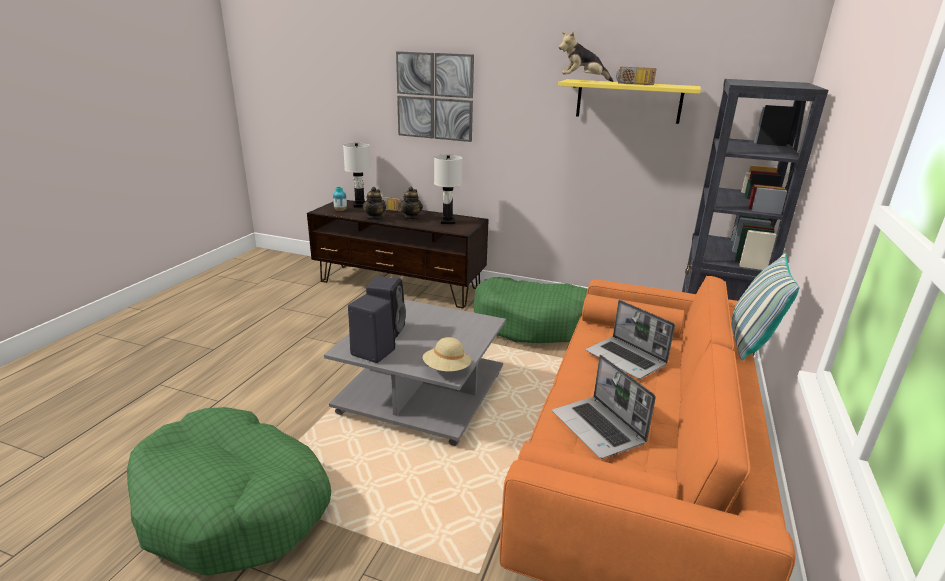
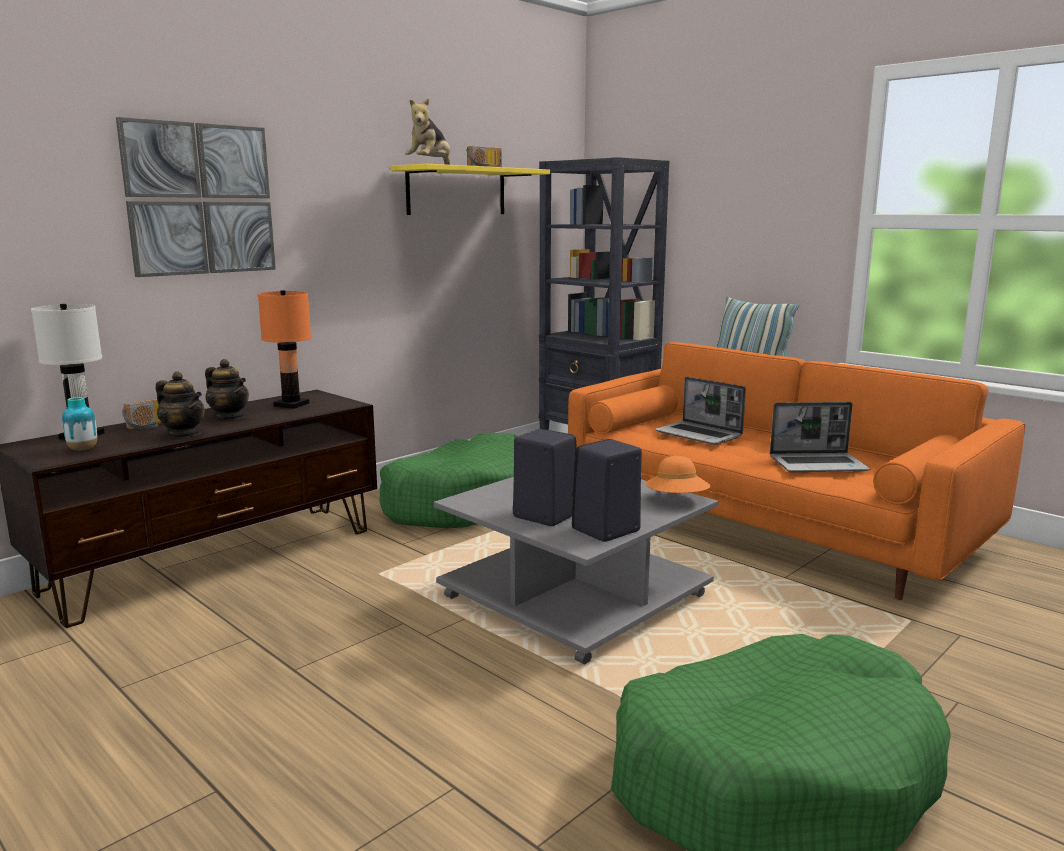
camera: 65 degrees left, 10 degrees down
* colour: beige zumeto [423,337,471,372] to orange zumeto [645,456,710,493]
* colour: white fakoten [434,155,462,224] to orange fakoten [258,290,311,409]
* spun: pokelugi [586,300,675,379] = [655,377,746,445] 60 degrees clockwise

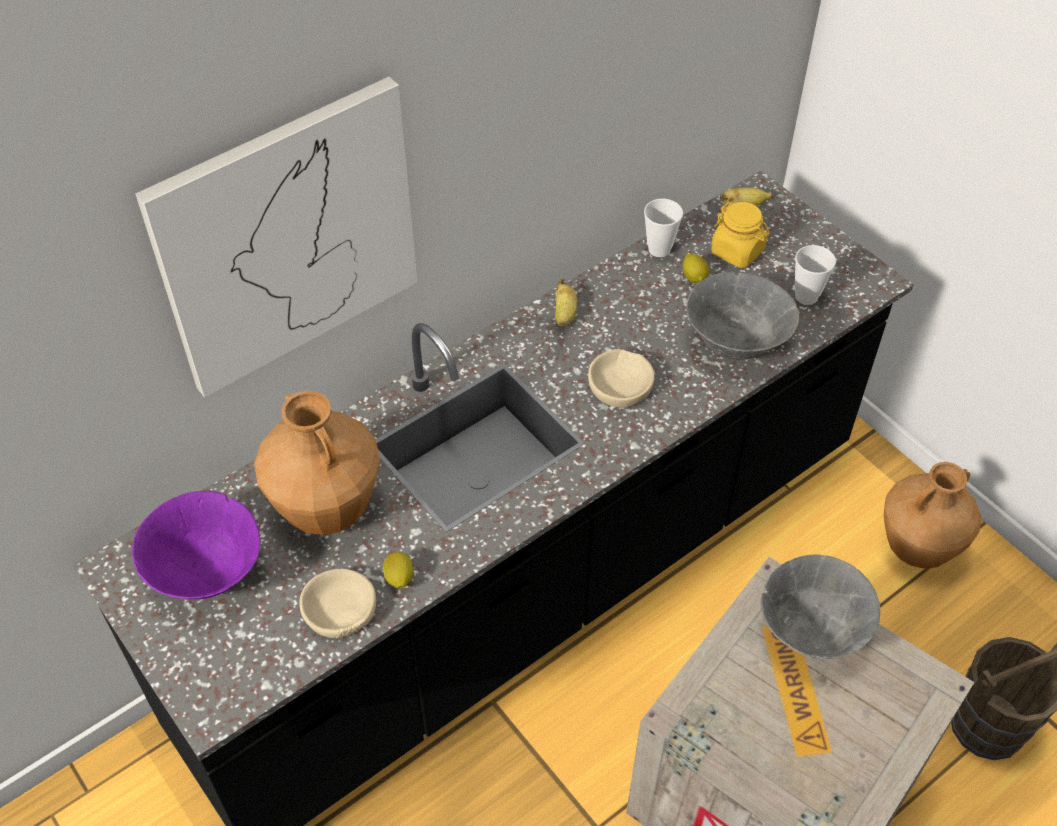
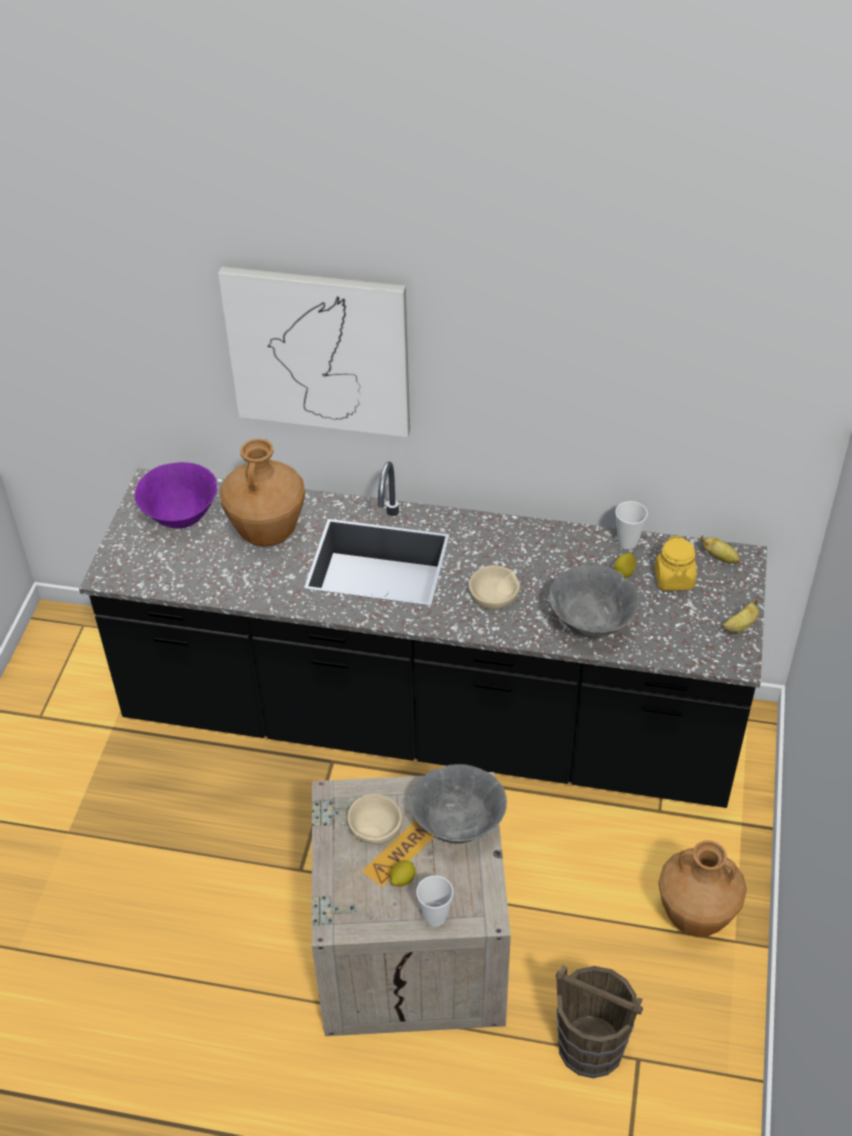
camera: 50 degrees right, 5 degrees down
* relocated: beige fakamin [299,569,376,638] to [347,794,402,845]
* relocated: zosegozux [383,552,413,589] to [390,860,416,887]
* relocated: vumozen [555,278,577,327] to [722,599,759,633]
* relocated: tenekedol [795,245,836,305] to [416,875,454,927]

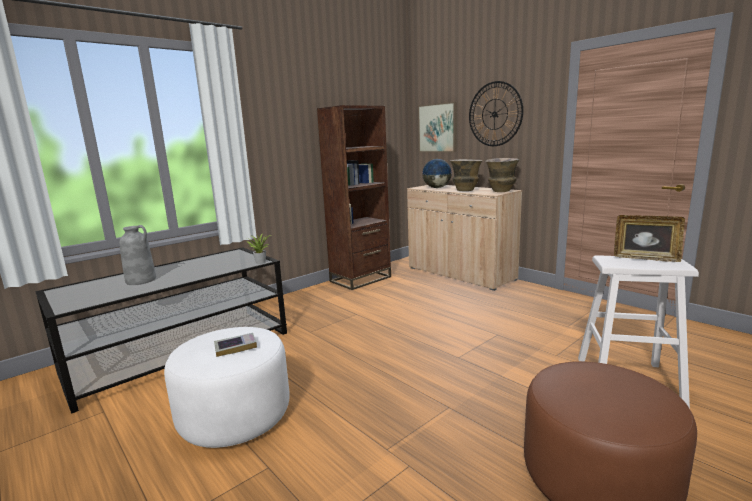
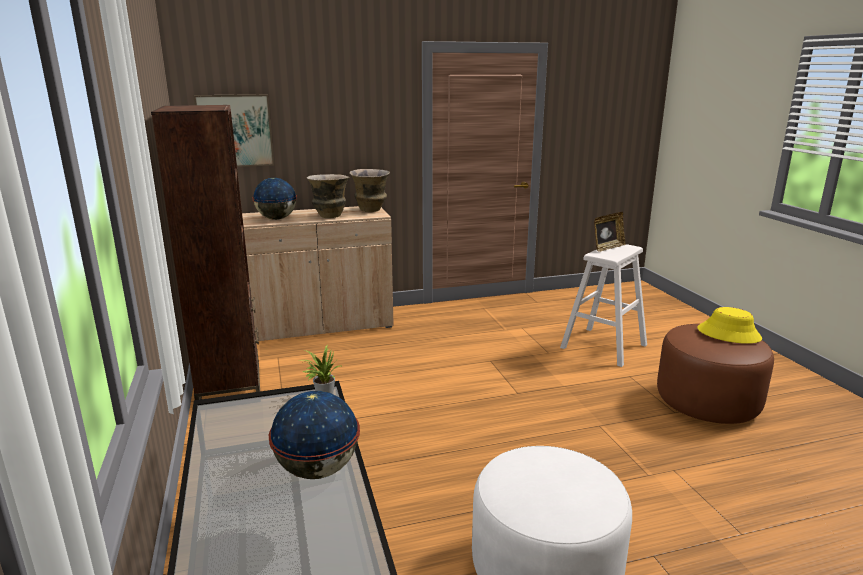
camera: 65 degrees left, 5 degrees up
* missing: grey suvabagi [119,225,156,285]
* missing: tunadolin [214,333,257,357]
* missing: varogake [469,81,523,146]
* appeared: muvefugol [269,391,360,479]
* appeared: yellow zumeto [697,307,762,344]

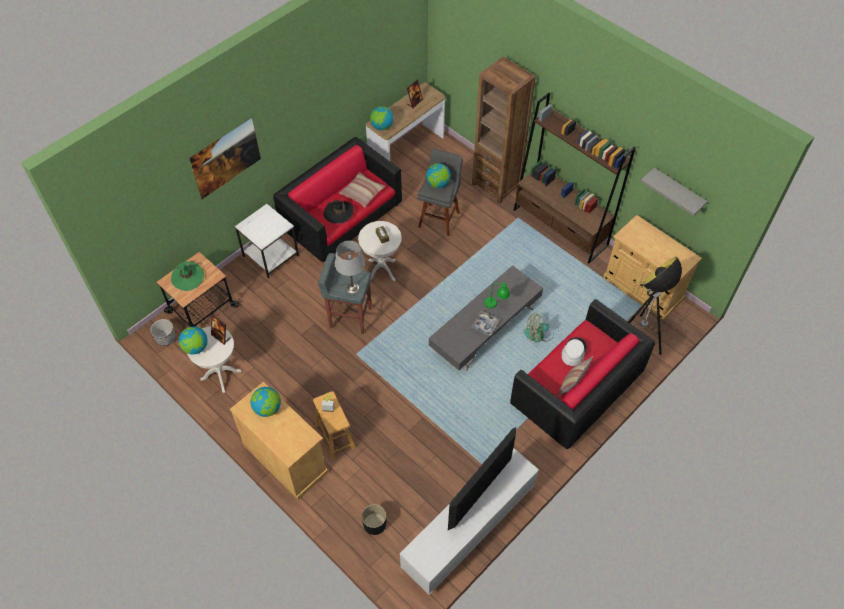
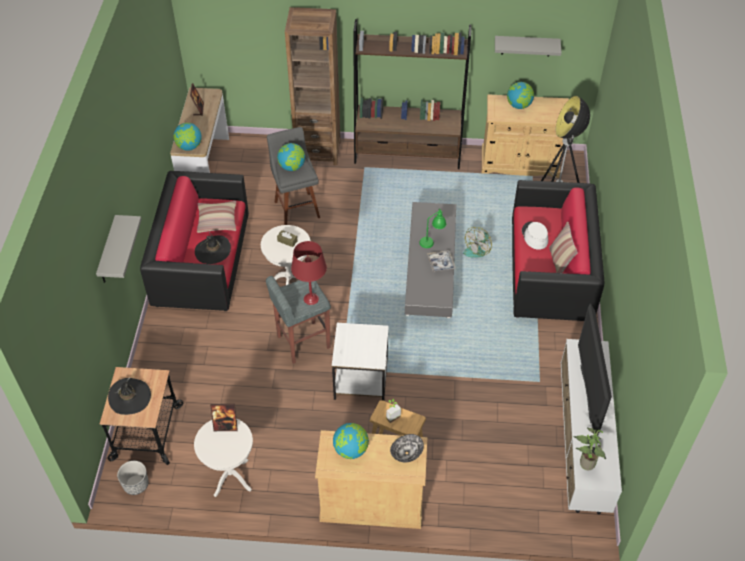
camera: 40 degrees left, 5 degrees down
* colour: green zumeto [171,261,204,291] to black zumeto [108,378,151,415]
* relocated: muvefugol [179,327,208,354] to [507,82,534,109]
* exchanged: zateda [189,118,261,199] to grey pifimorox [96,215,142,283]
* relocated: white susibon [235,204,299,278] to [332,323,389,401]
* colour: grey fakoten [335,241,365,294] to red fakoten [291,241,327,305]
* missing: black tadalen [362,504,386,535]
* appeared: fakamin [390,434,424,462]
* appeared: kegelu [574,428,606,470]

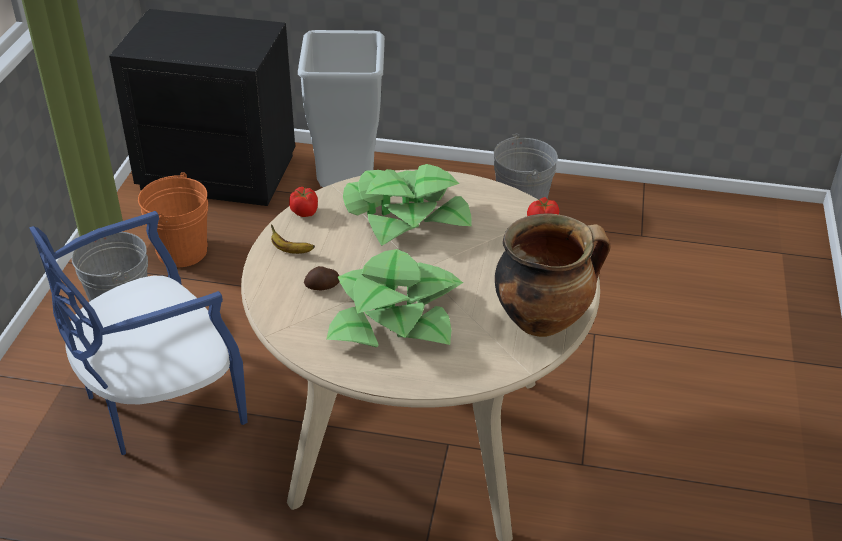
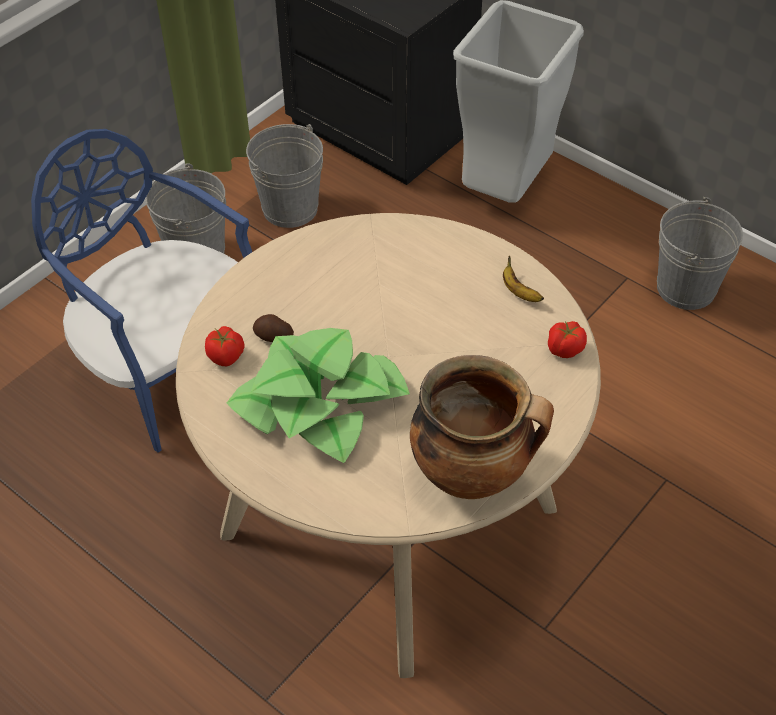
camera: 30 degrees right, 10 degrees up
* spun: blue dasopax [29,211,248,455] = [31,129,252,453] 45 degrees clockwise
* colour: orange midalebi [138,172,208,267] to grey midalebi [246,124,323,228]
* relocated: vumozen [271,224,315,254] to [503,255,544,302]
* relocated: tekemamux [289,187,318,217] to [205,326,245,366]
* missing: kegelu [343,164,472,246]

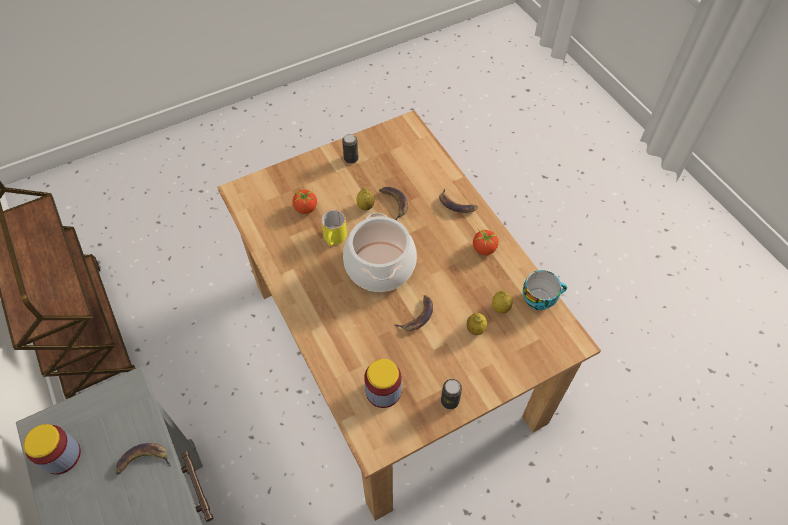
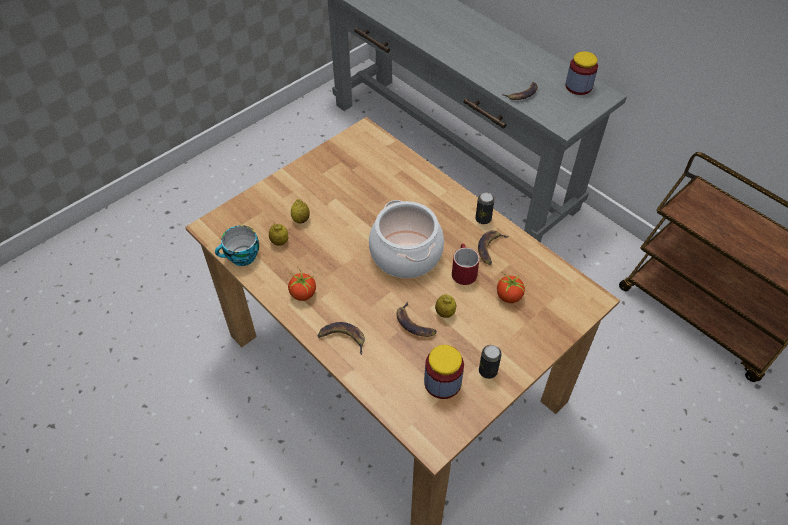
camera: 165 degrees right, 5 degrees down
* colour: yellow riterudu [321,210,347,246] to red riterudu [452,244,480,285]
* relocated: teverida [364,359,402,408] to [424,345,464,399]
* relocated: vumozen [394,295,433,331] to [478,230,509,265]
* relocated: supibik [441,379,462,409] to [475,193,495,224]

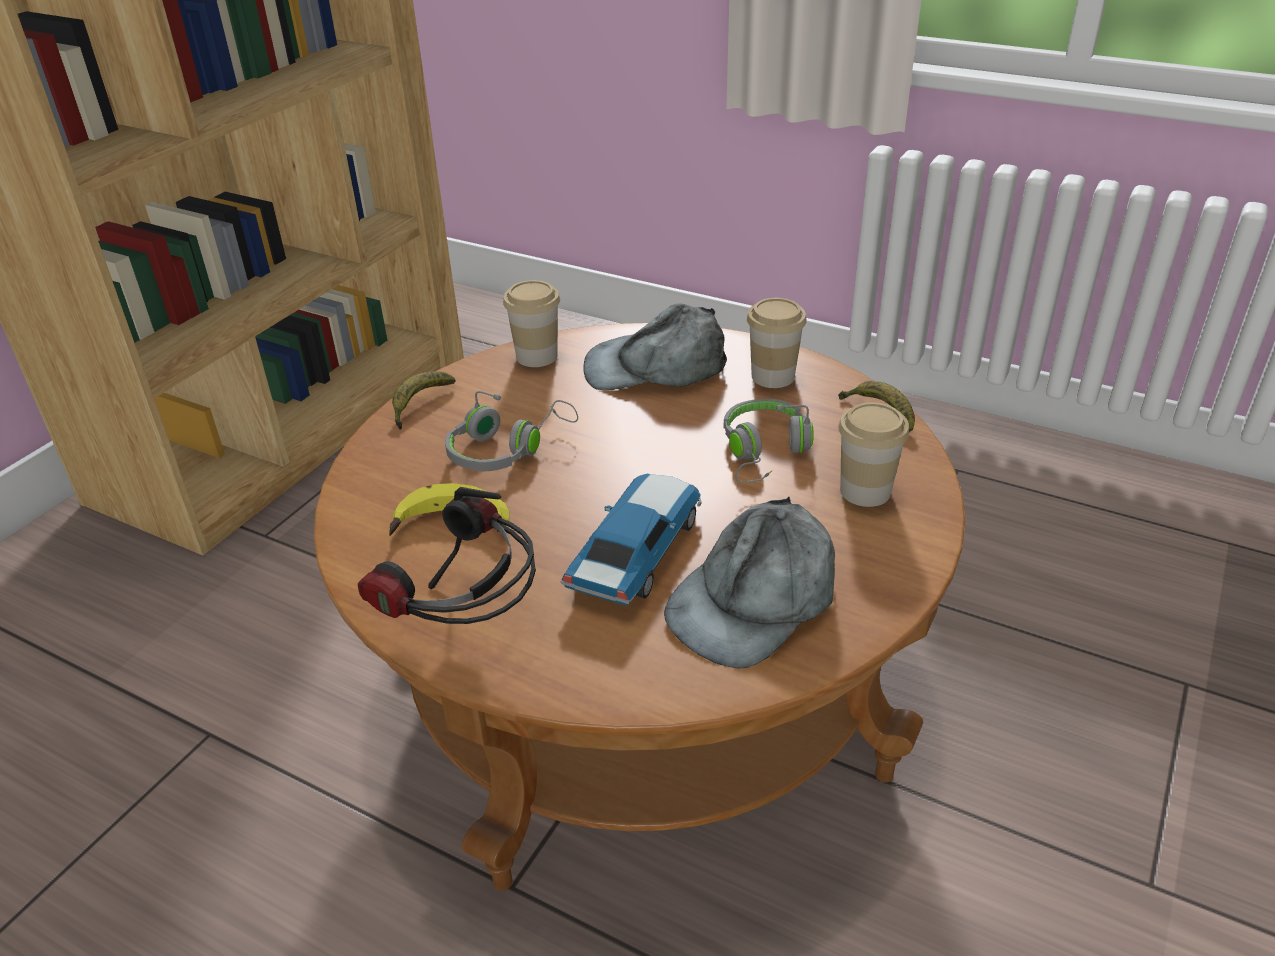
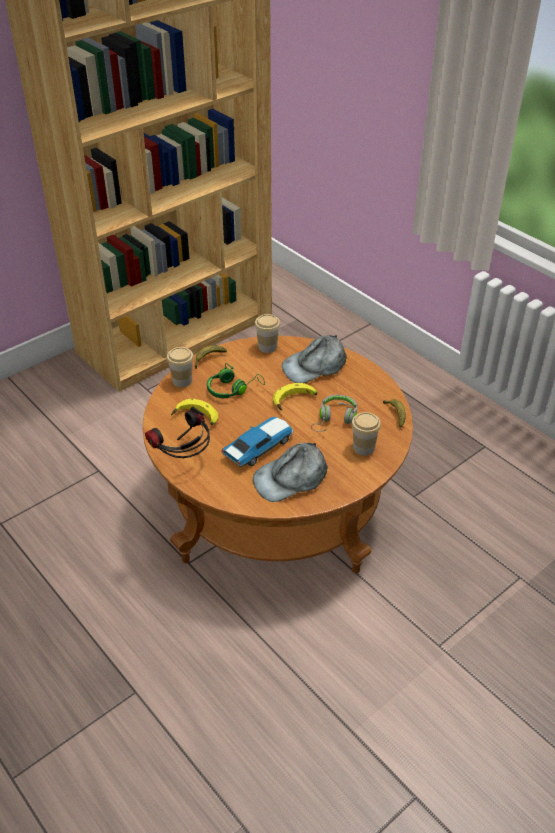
camera: 20 degrees right, 5 degrees up
* colour: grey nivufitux [445,391,578,471] to green nivufitux [207,363,265,398]
* spun: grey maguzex [584,303,727,390] = [282,335,347,383] 45 degrees counterclockwise
* relocated: tenekedol [747,298,807,388] to [167,347,194,387]
* appeared: vumozen [273,383,317,411]

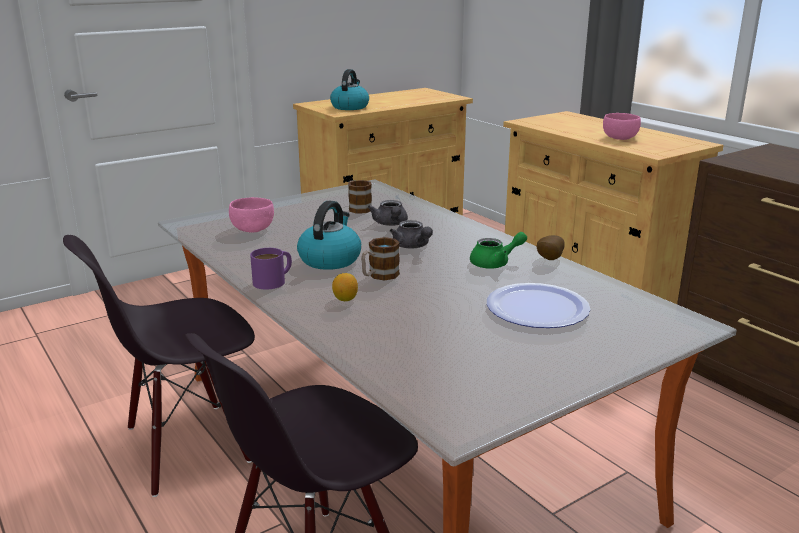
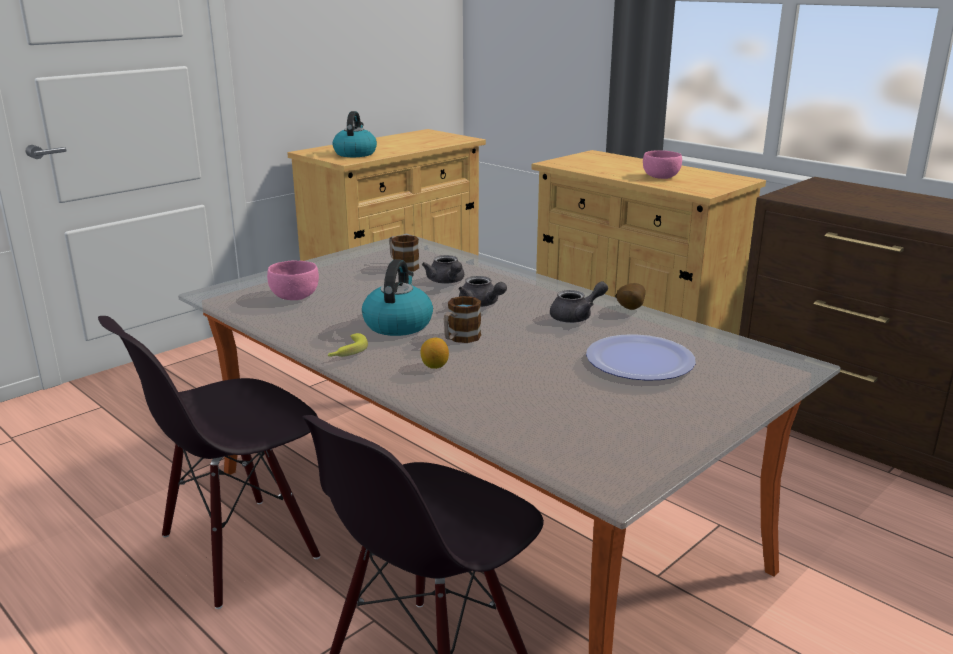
camera: 10 degrees left, 0 degrees up
* exchanged: purple riterudu [250,248,292,290] to vumozen [328,333,368,357]
* colour: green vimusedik [470,232,527,269] to grey vimusedik [550,281,608,323]

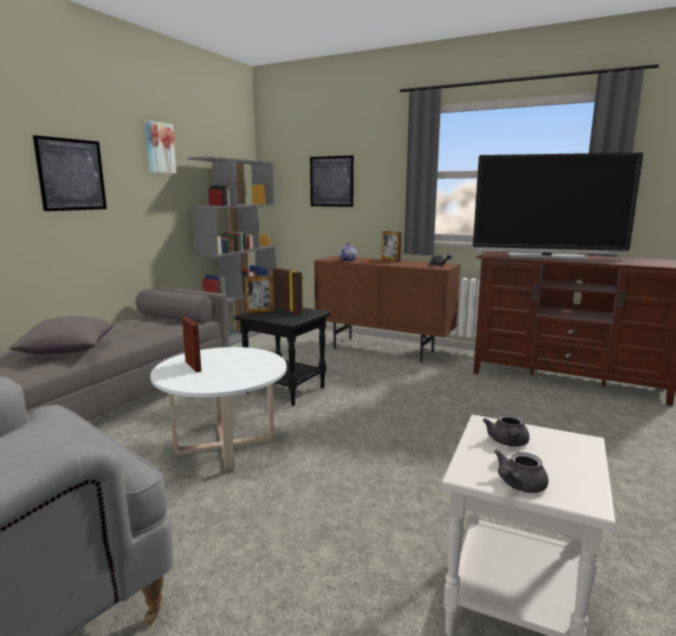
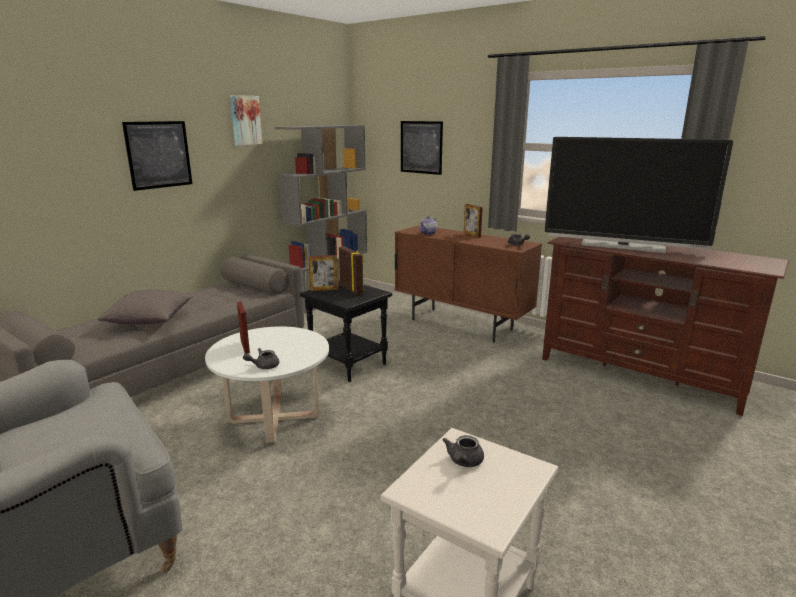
camera: 10 degrees right, 5 degrees up
* relocated: grey vimusedik [494,449,548,493] to [243,348,279,369]

